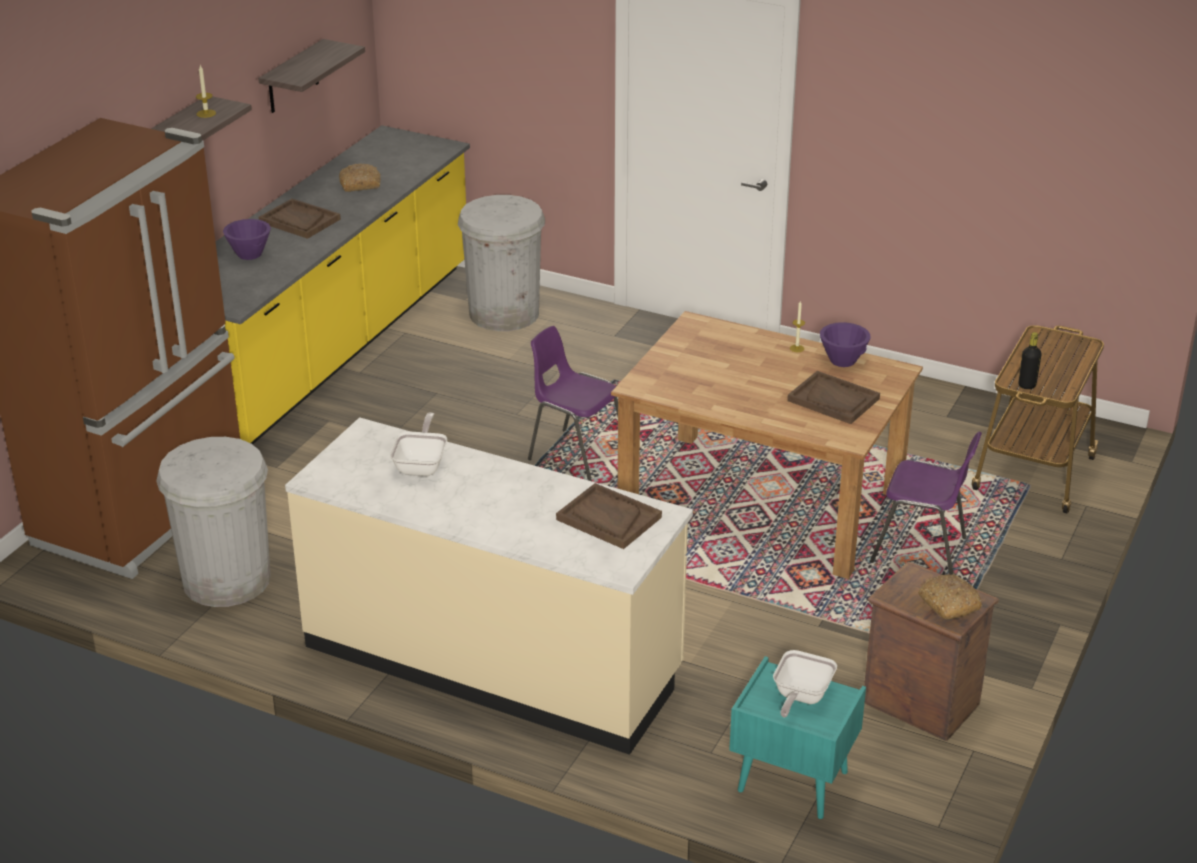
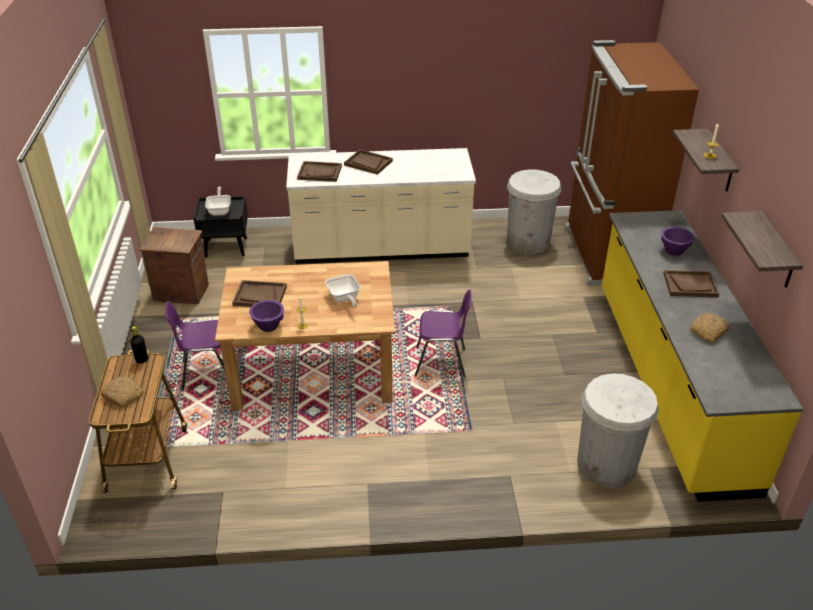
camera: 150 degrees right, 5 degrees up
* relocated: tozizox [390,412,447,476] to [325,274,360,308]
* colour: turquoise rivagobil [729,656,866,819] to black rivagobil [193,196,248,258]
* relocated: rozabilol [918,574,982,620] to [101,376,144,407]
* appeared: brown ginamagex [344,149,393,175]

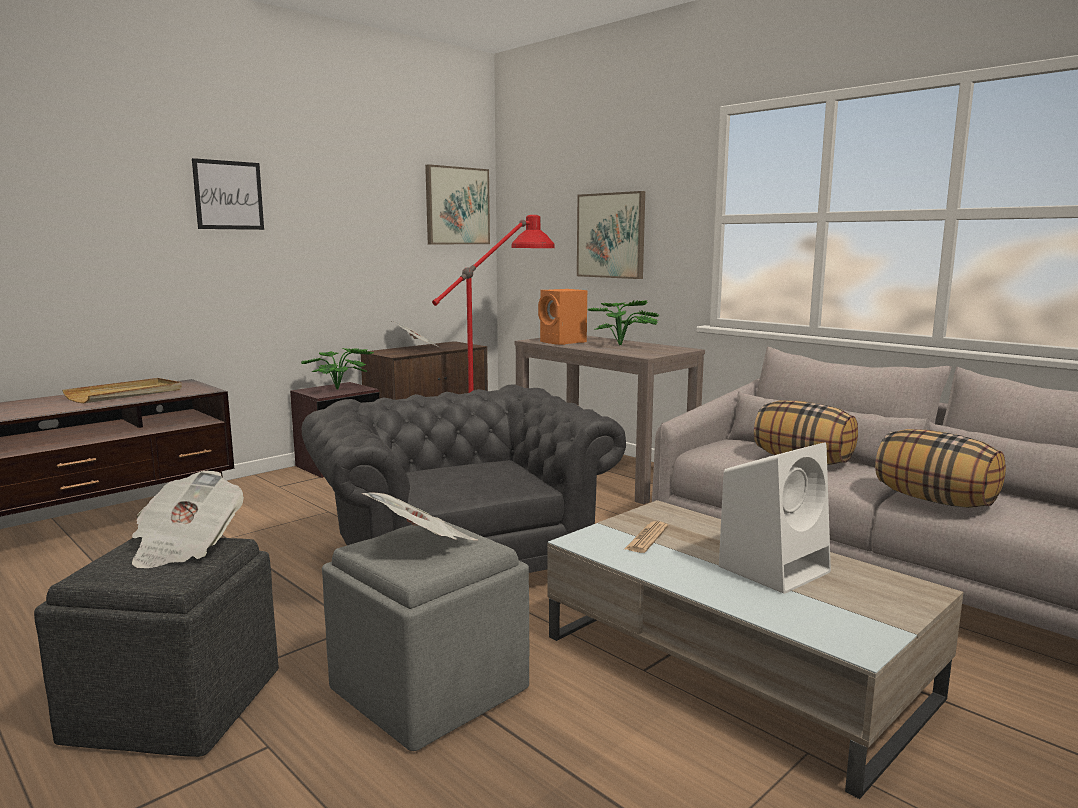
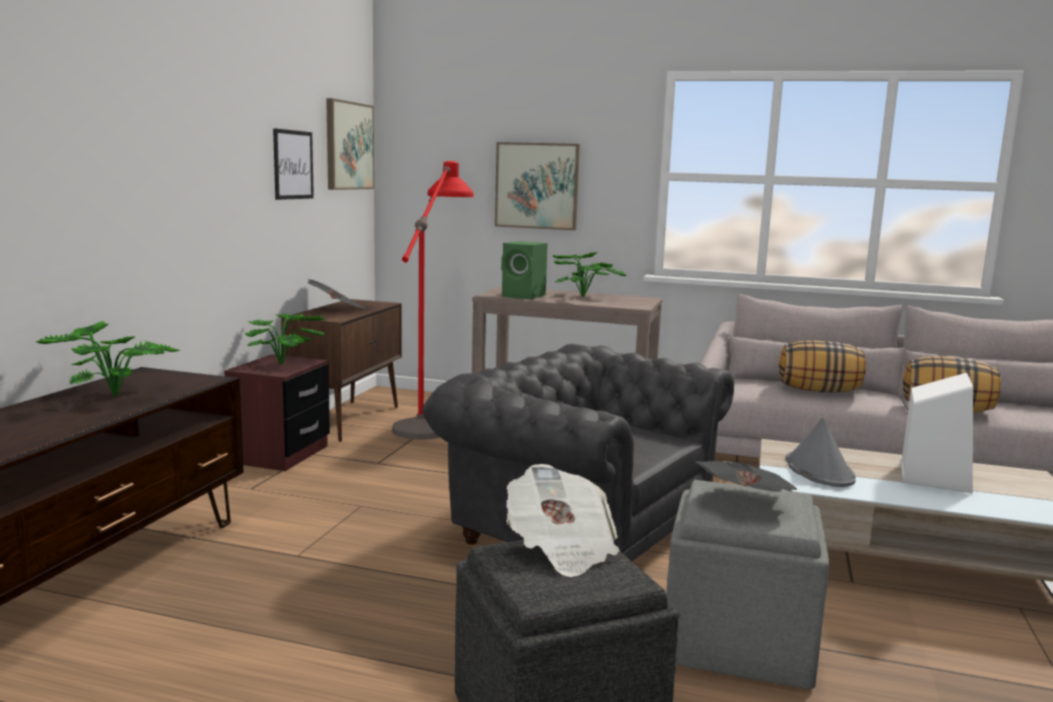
camera: 30 degrees left, 0 degrees up
* exchanged: beige ginamagex [62,378,182,403] to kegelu [35,321,180,397]
* relocated: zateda [192,158,264,230] to [273,128,314,200]
* colour: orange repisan [538,289,587,345] to green repisan [501,241,548,300]
* exchanged: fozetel [625,521,668,553] to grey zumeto [785,418,856,487]

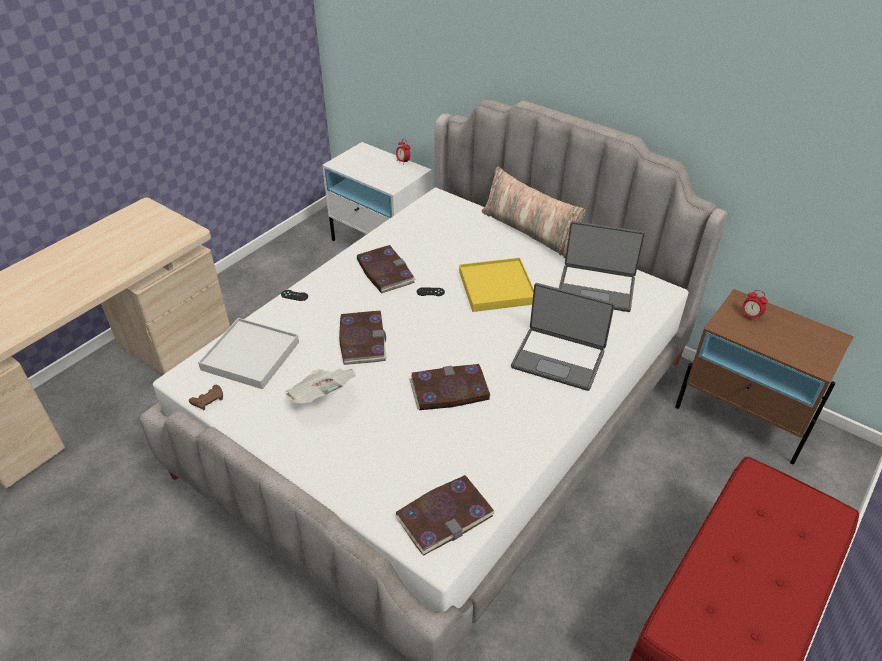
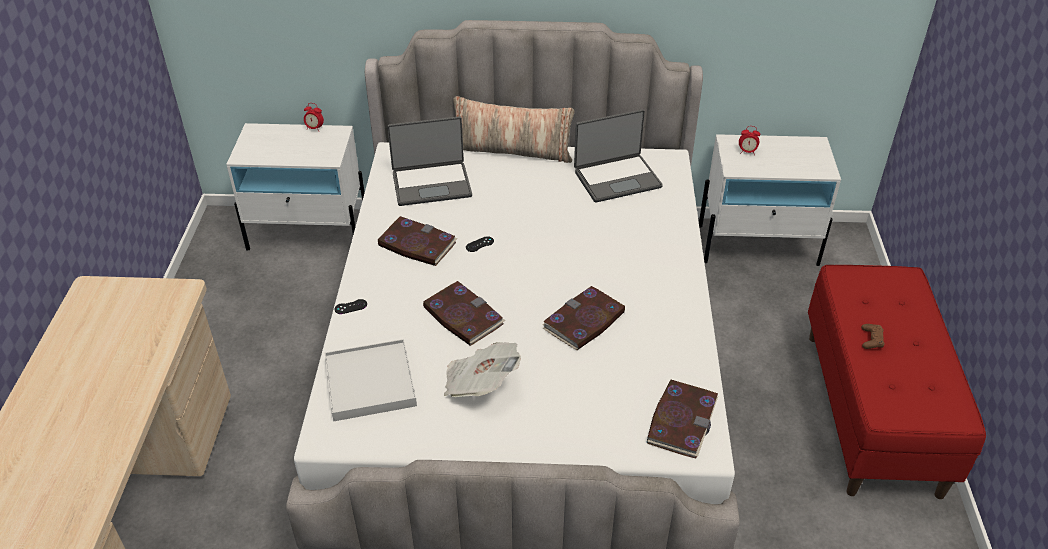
camera: 35 degrees left, 0 degrees up
* relocated: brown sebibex [189,385,223,410] to [861,324,885,349]
* missing: yellow ginamagex [459,258,534,312]
* relocated: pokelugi [511,283,615,391] to [387,116,472,206]
* colour: brown rivagobil [675,289,854,464] to white rivagobil [699,134,841,266]

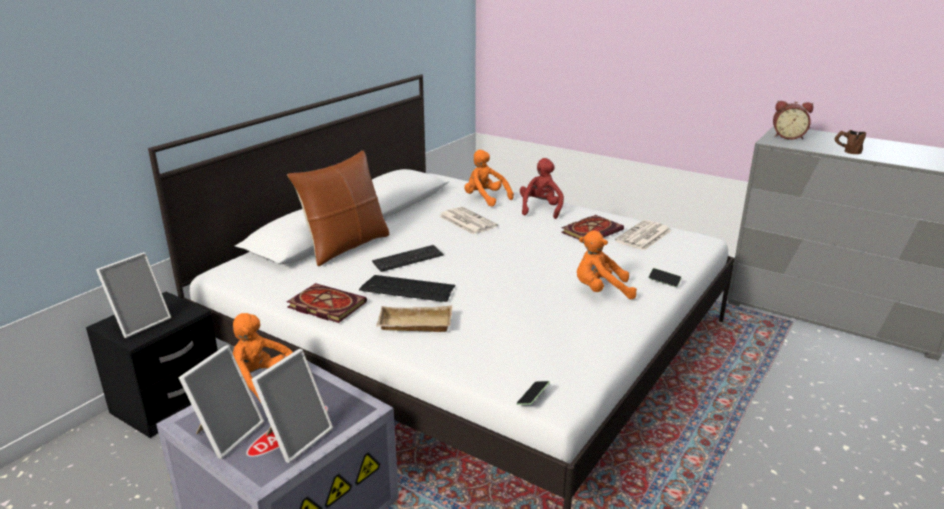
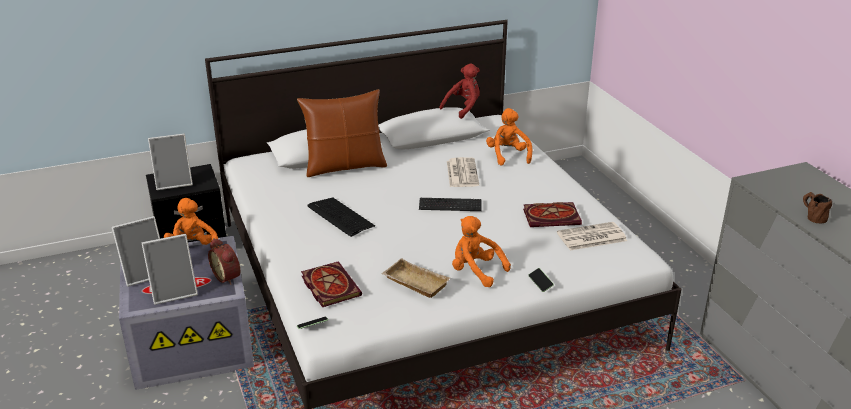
camera: 35 degrees right, 5 degrees up
* relocated: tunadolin [287,283,367,323] to [301,261,362,307]
* relocated: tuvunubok [372,245,444,272] to [419,198,481,211]
* relocated: beige ginamagex [376,305,452,332] to [381,258,450,298]
* relocated: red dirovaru [520,158,564,219] to [439,63,480,119]
* relocated: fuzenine [773,101,813,140] to [208,238,240,285]

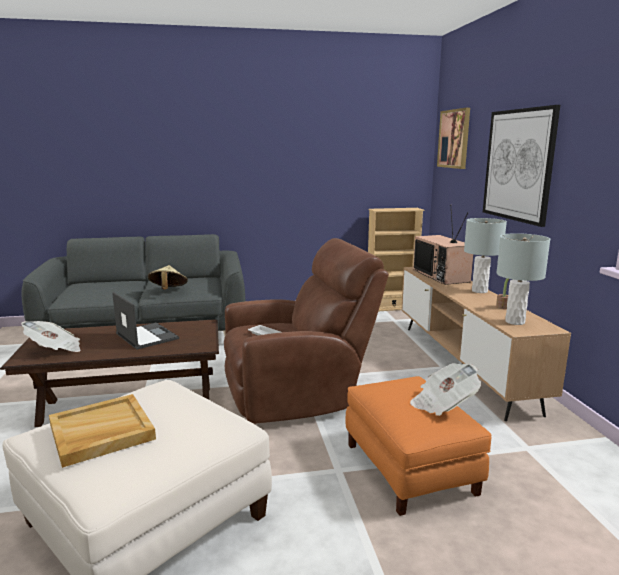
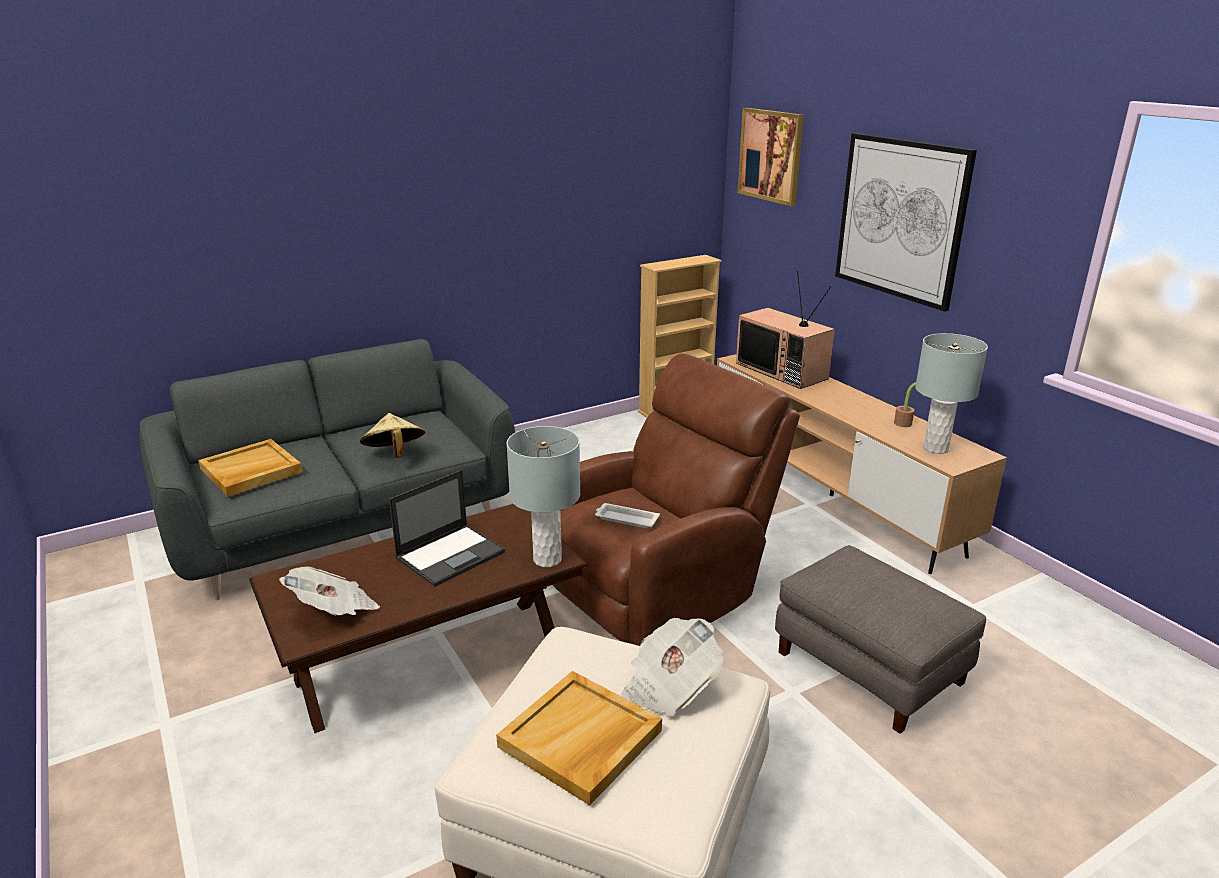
camera: 20 degrees left, 10 degrees up
* spun: pokelugi [112,292,179,350] = [389,470,505,587] 105 degrees clockwise
* colour: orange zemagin [345,376,492,516] to grey zemagin [775,545,986,734]
* relocated: fozetel [410,363,481,416] to [621,618,724,717]
* relocated: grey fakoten [464,218,507,293] to [507,426,580,567]
* appeared: beige ginamagex [198,439,303,497]

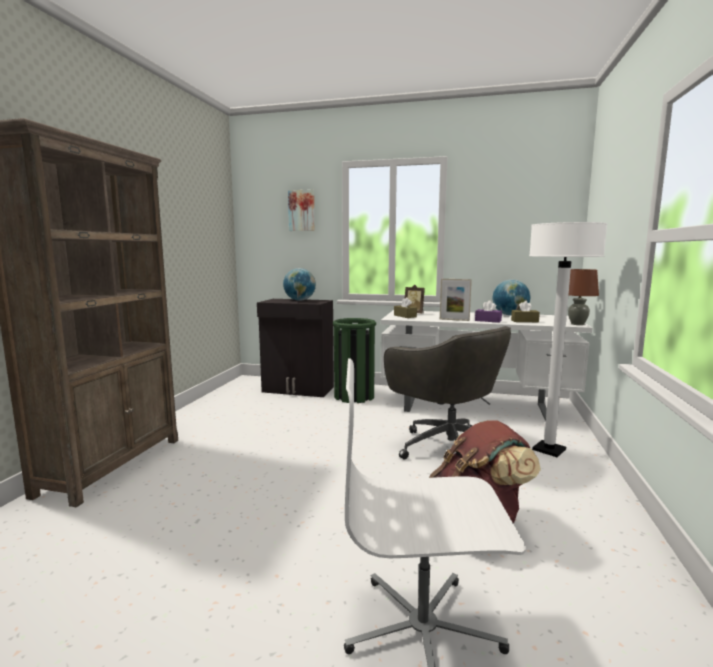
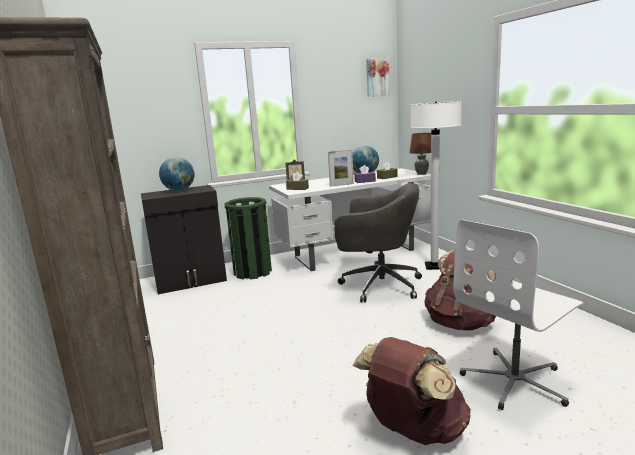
camera: 35 degrees left, 5 degrees up
* relocated: zateda [288,189,315,231] to [366,58,390,97]
* appeared: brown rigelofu [353,337,471,445]

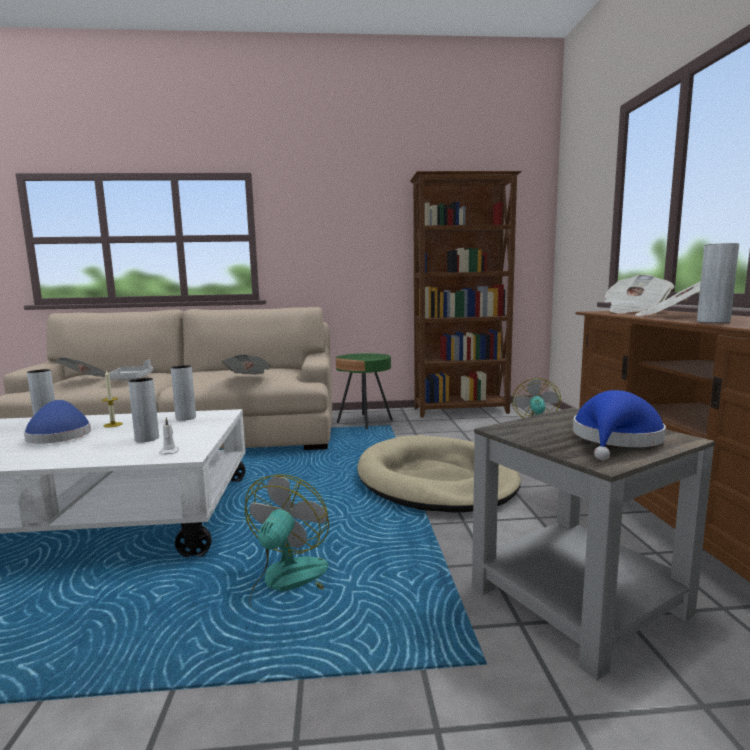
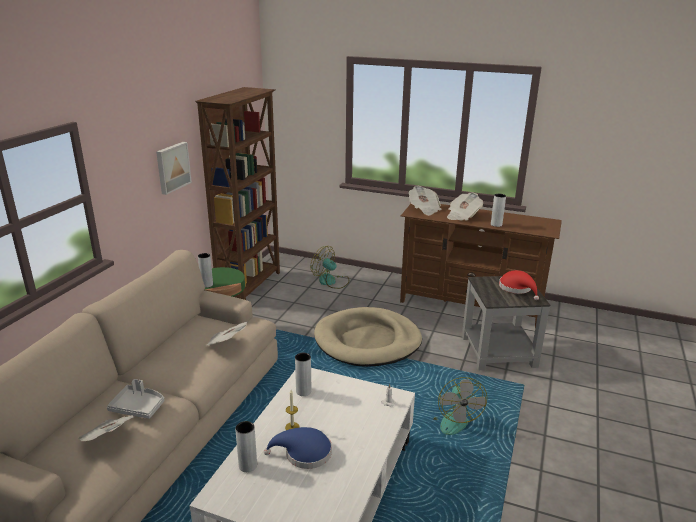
camera: 65 degrees left, 15 degrees up
* relocated: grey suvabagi [128,378,159,442] to [198,253,213,288]
* spun: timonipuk [245,474,329,614] = [433,377,487,435] 135 degrees counterclockwise
* colour: blue zumeto [573,390,666,460] to red zumeto [499,270,539,300]
* appeared: zateda [156,142,192,195]

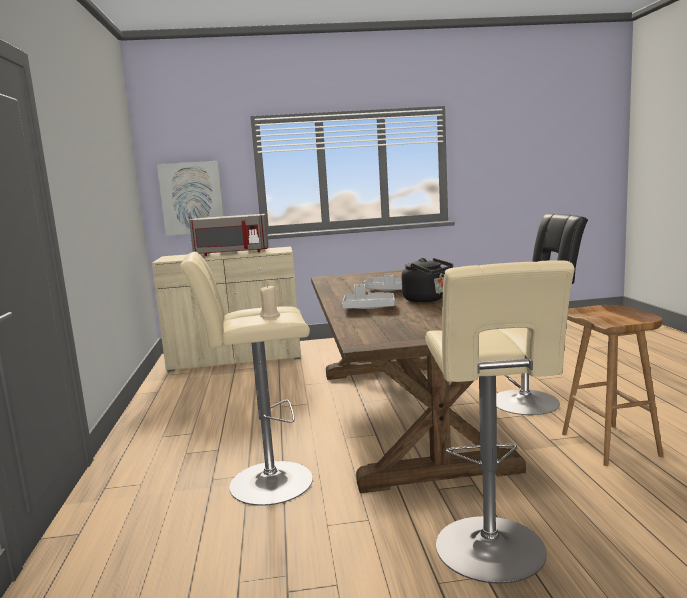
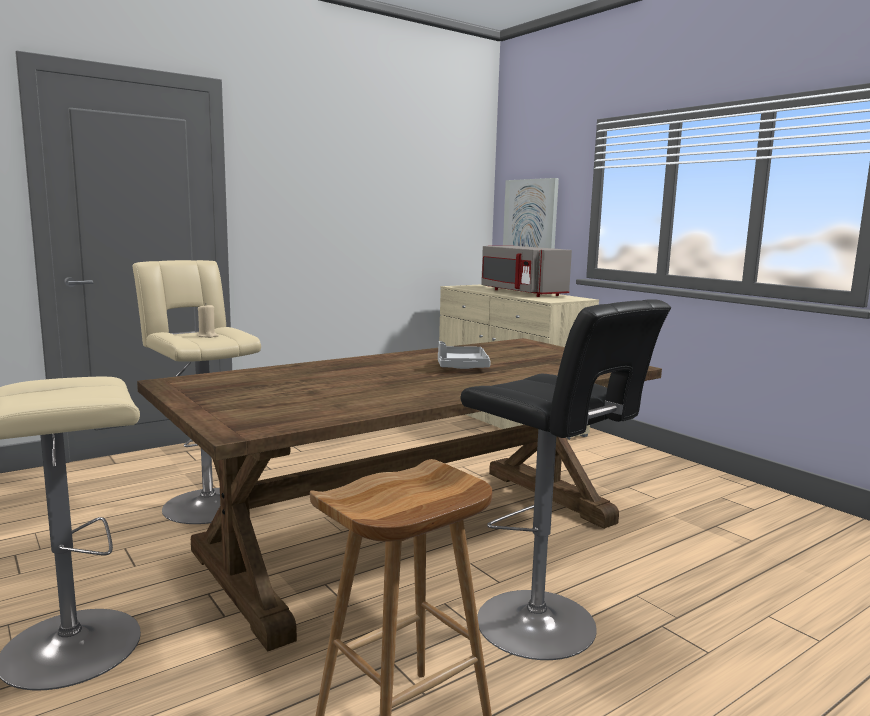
camera: 60 degrees right, 0 degrees up
* missing: grey ginamagex [342,284,395,309]
* missing: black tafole [402,258,453,302]

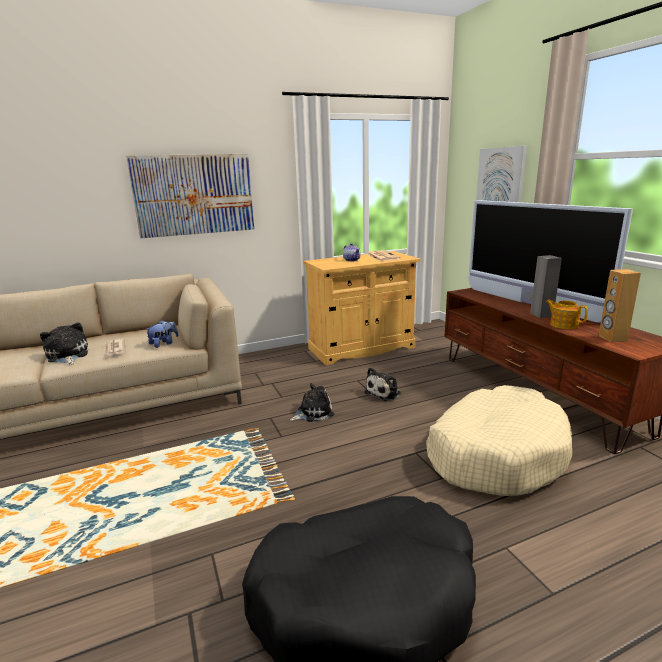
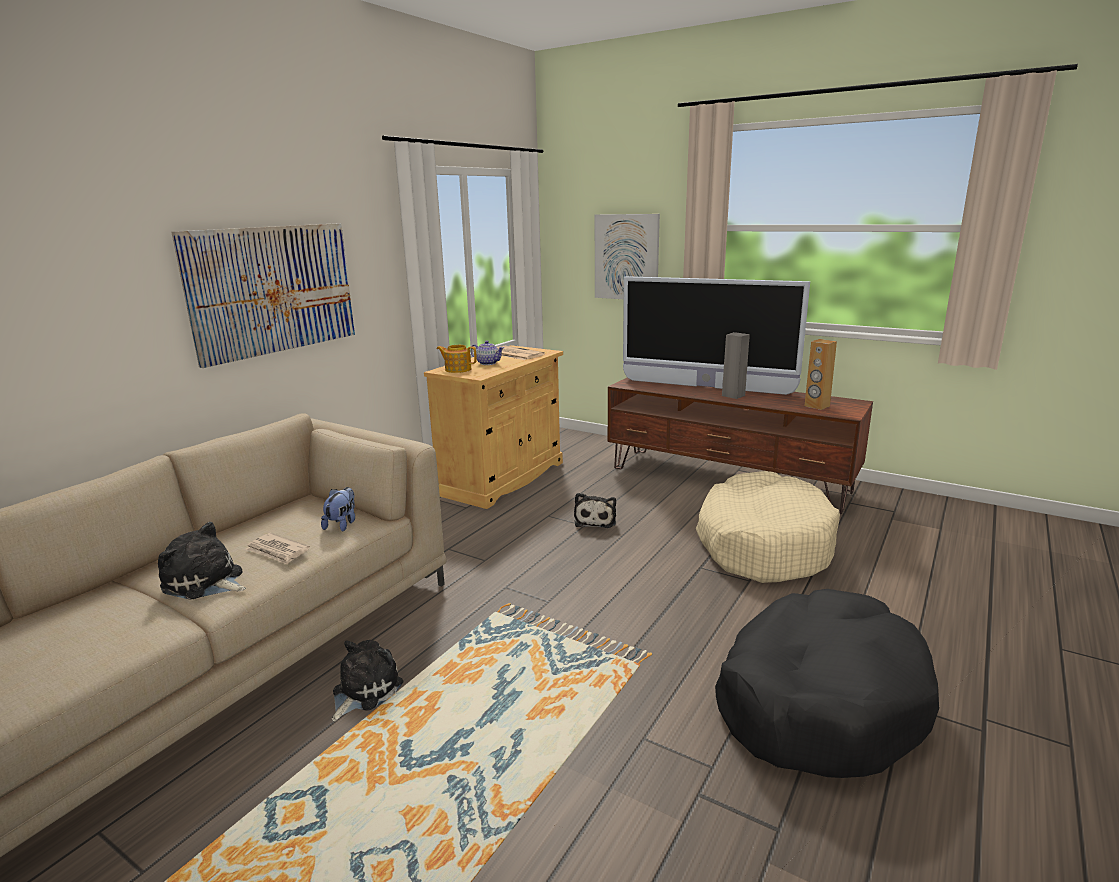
camera: 35 degrees left, 0 degrees up
* relocated: dirovaru [290,383,334,422] to [332,640,403,722]
* relocated: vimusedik [546,300,588,329] to [437,345,477,373]

